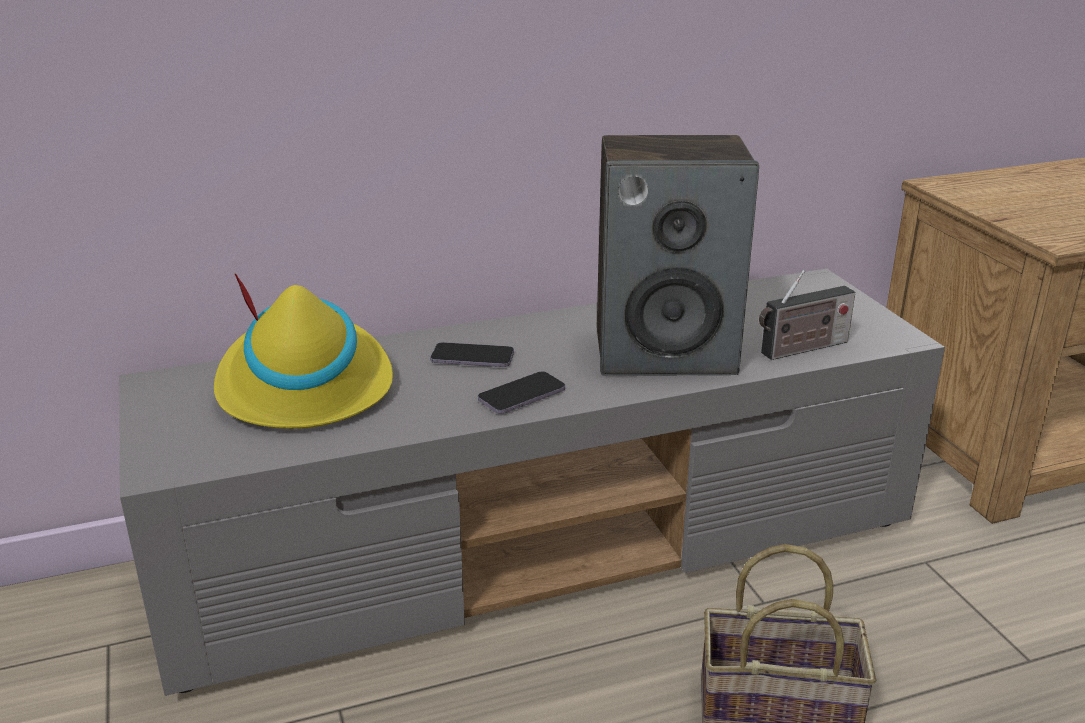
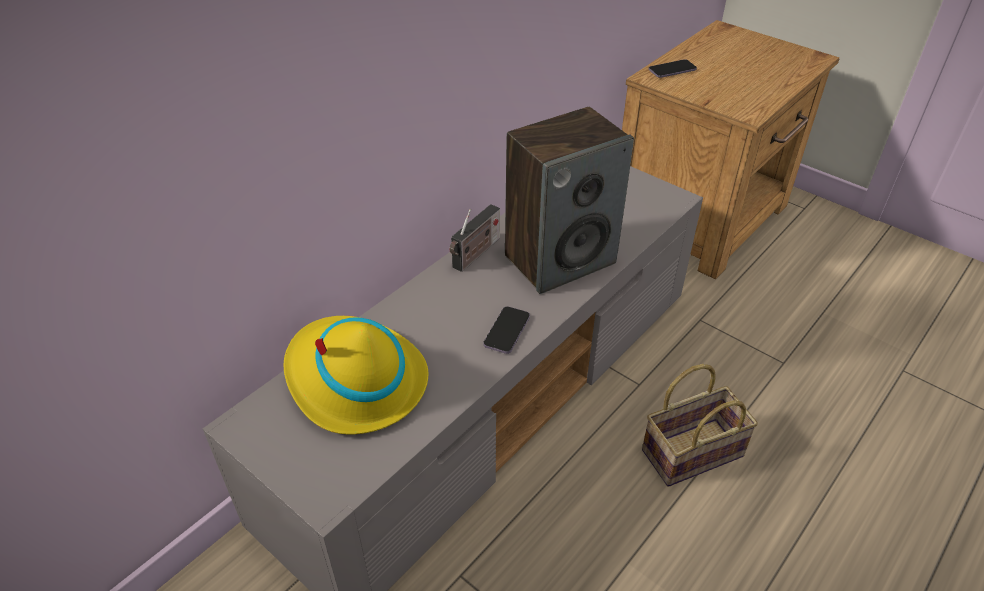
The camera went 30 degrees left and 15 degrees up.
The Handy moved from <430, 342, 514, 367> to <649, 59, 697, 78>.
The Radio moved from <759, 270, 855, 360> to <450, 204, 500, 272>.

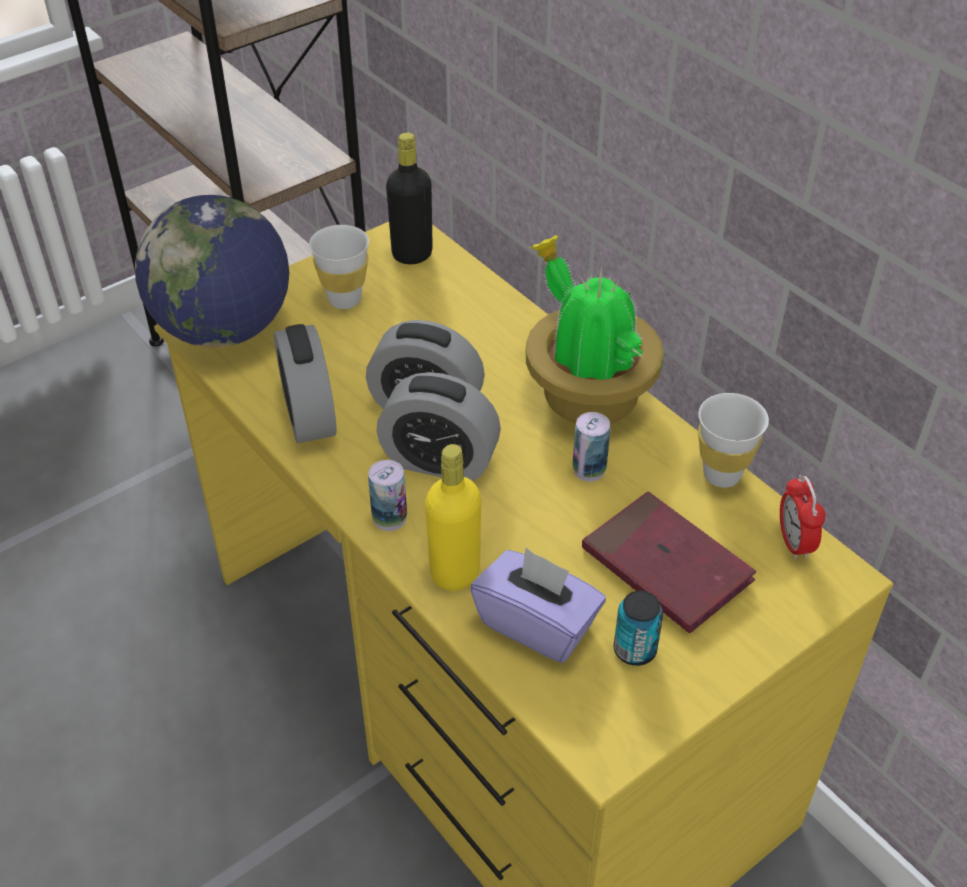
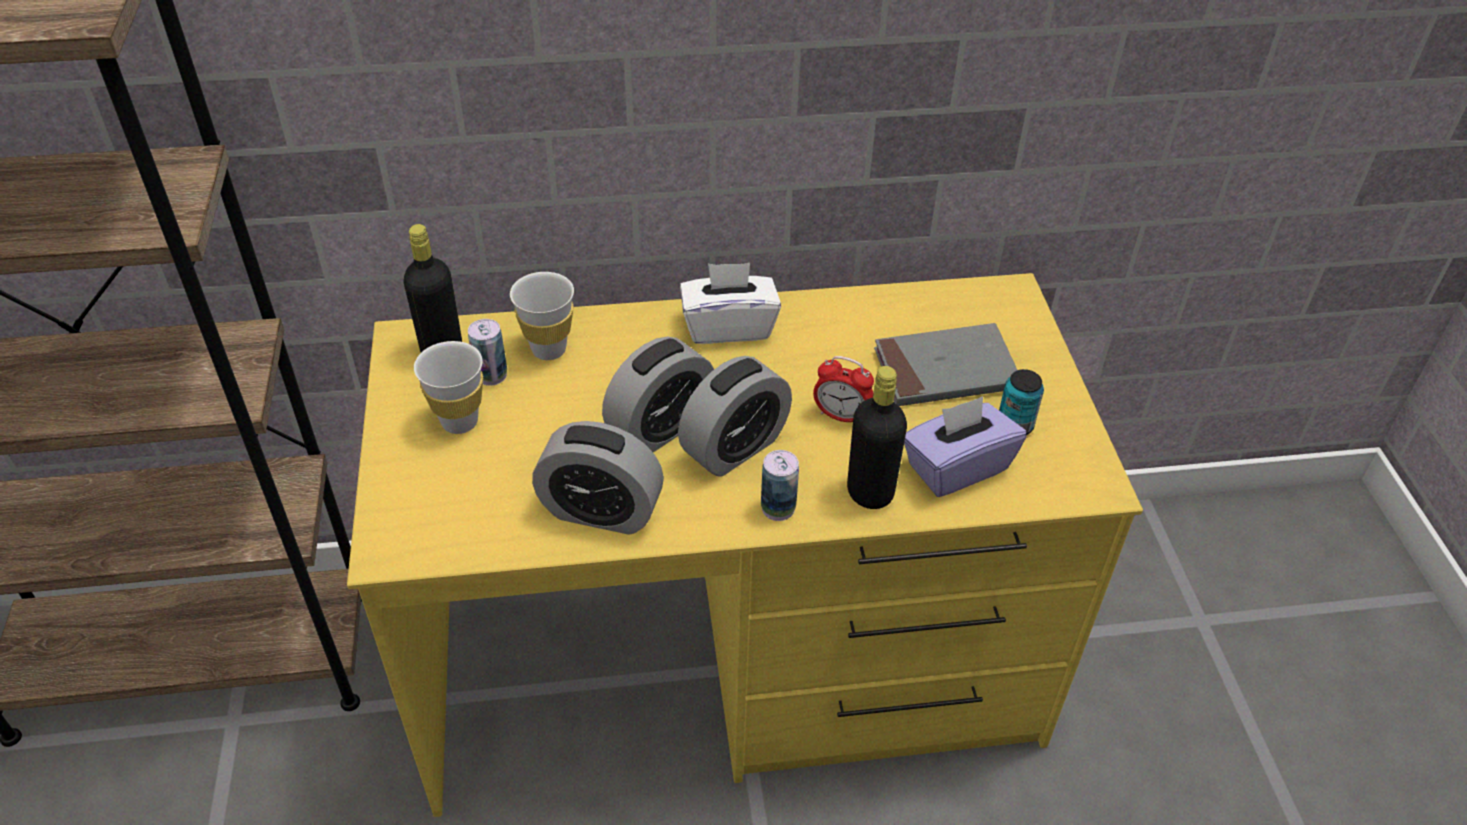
The camera went 60 degrees left and 0 degrees up.
The Globus at <135, 195, 289, 347> disappeared.
The Flasche/gelb at <425, 444, 481, 591> became the Flasche/schwarz at <847, 366, 907, 509>.
The Topfpflanze at <526, 235, 664, 424> was replaced by the Taschentuchbox/weiß at <680, 263, 781, 344>.
The Dose moved from <573, 412, 610, 482> to <468, 319, 507, 386>.
The Buch/rot at <582, 491, 756, 633> became the Buch/grau at <874, 323, 1017, 406>.
The Tasse/weiß moved from <698, 393, 769, 488> to <510, 272, 574, 360>.
The Wecker moved from <780, 475, 826, 560> to <813, 356, 874, 422>.

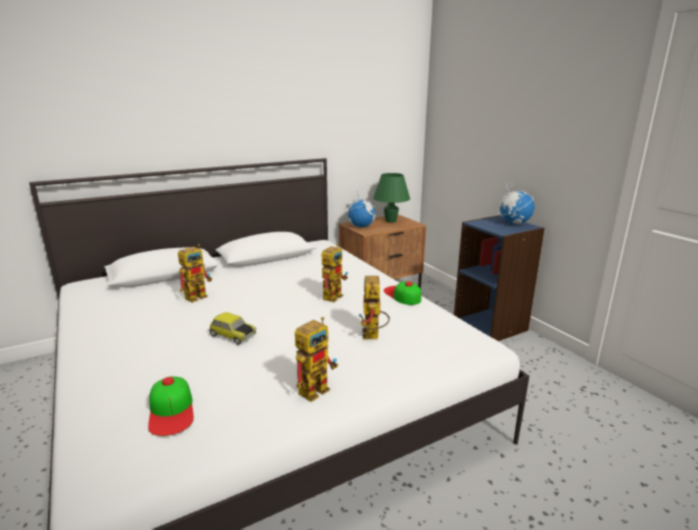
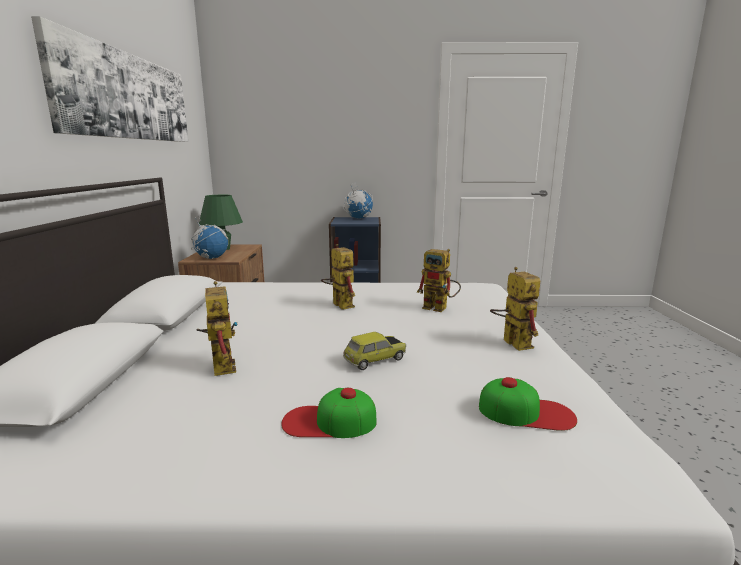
The camera went 60 degrees left and 5 degrees down.
The Kappe moved from <384, 281, 421, 305> to <281, 388, 377, 438>.
The Bild at <31, 16, 188, 142> appeared.

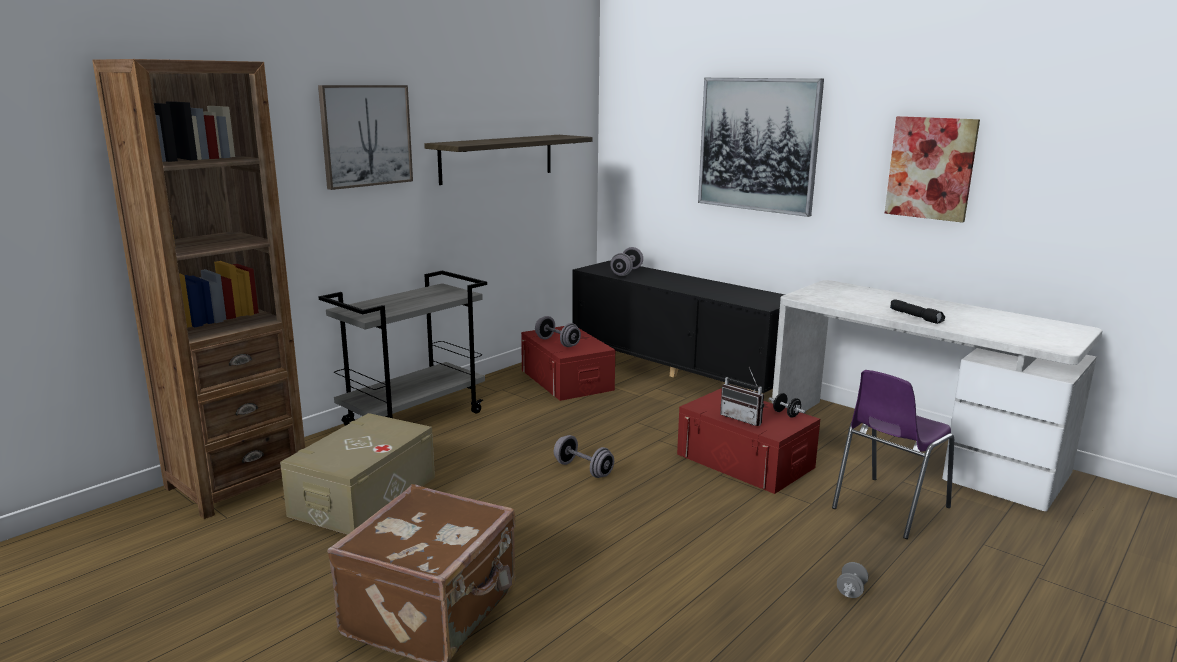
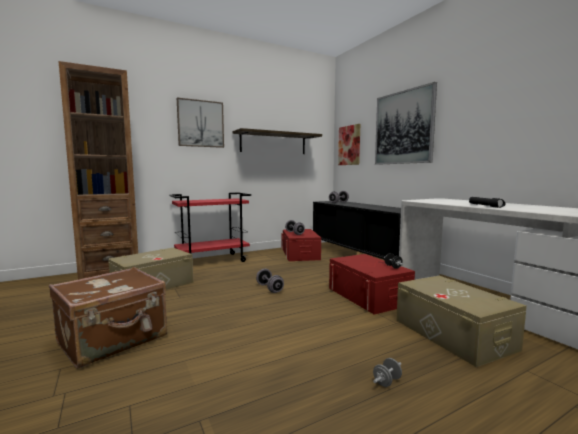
The camera went 20 degrees right and 10 degrees down.
The Rollwagen/grau at <319, 271, 487, 426> became the Rollwagen/rot at <169, 193, 251, 262>.
The Radio at <720, 368, 764, 426> disappeared.
The Stuhl/lila at <832, 370, 954, 539> was replaced by the Aufbewahrungsbox/beige at <396, 276, 527, 367>.
The Bild moved from <885, 116, 980, 223> to <338, 124, 360, 165>.

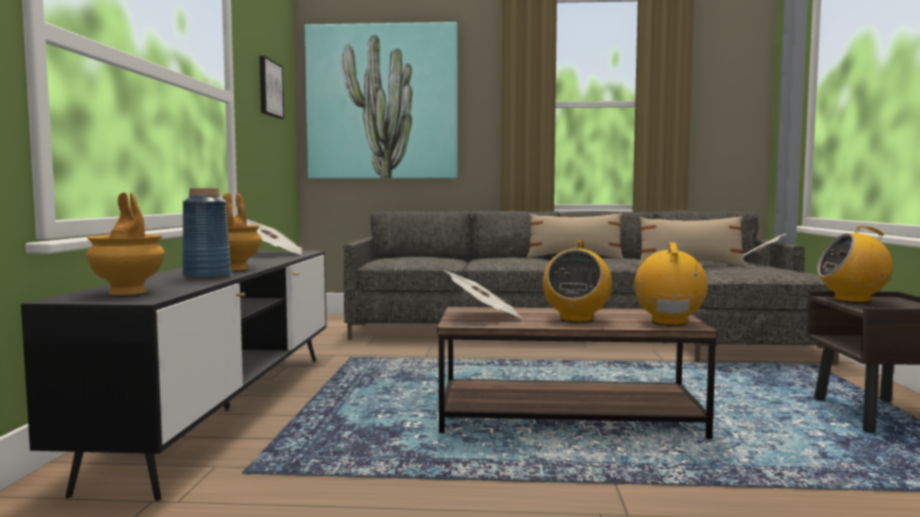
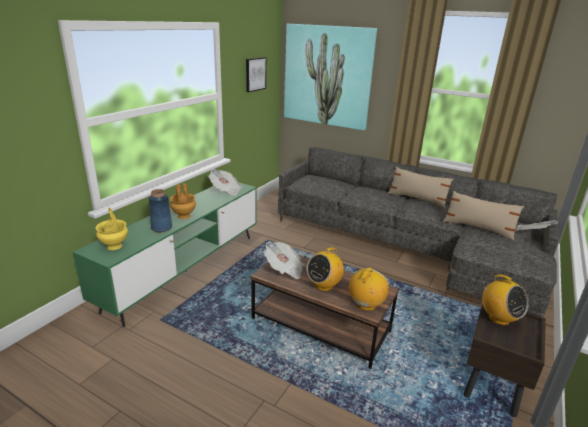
The camera went 25 degrees right and 20 degrees up.
The Fernsehschrank/schwarz at <21, 251, 327, 501> became the Fernsehschrank/grün at <73, 183, 257, 327>.
The Vase/braun at <86, 192, 165, 295> became the Vase/gelb at <95, 208, 128, 250>.
The Radio at <817, 226, 893, 303> turned 150 degrees counterclockwise.

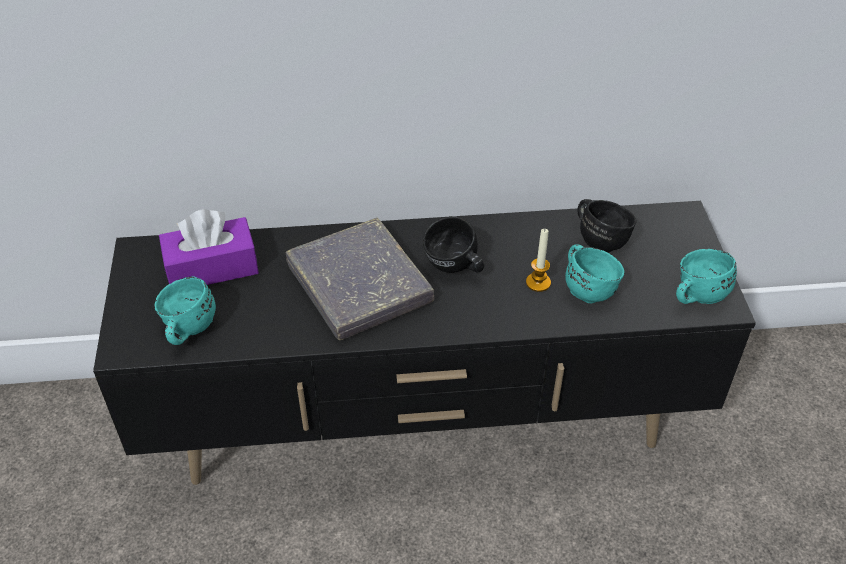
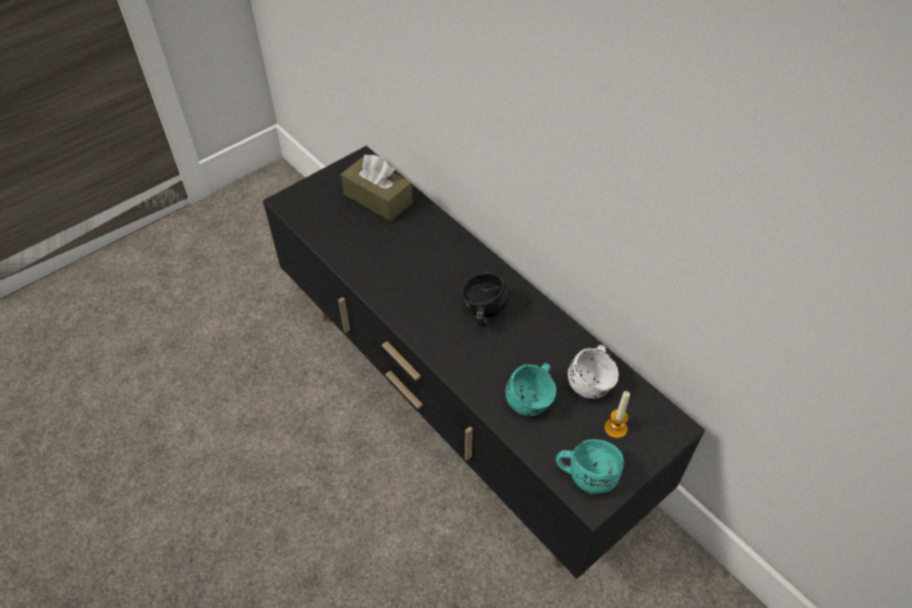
The camera went 55 degrees right and 5 degrees up.
The Henkelbecher/türkis at <155, 276, 216, 345> disappeared.
The Taschentuchbox/lila at <159, 209, 259, 285> became the Taschentuchbox/braun at <341, 155, 413, 221>.
The Buch/grau at <286, 217, 434, 340> disappeared.
The Kerze moved from <526, 229, 551, 292> to <604, 391, 630, 439>.
The Henkelbecher/schwarz at <578, 199, 636, 253> became the Henkelbecher/weiß at <568, 345, 619, 399>.

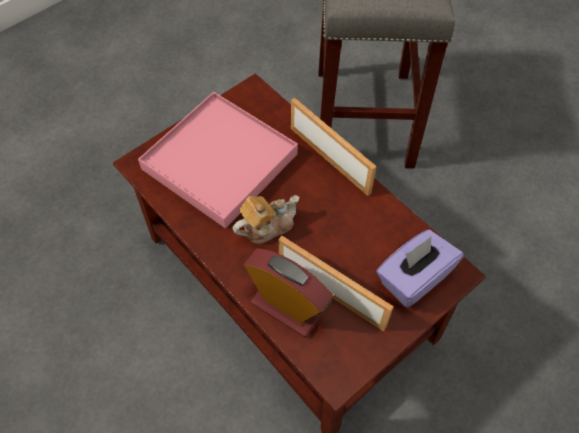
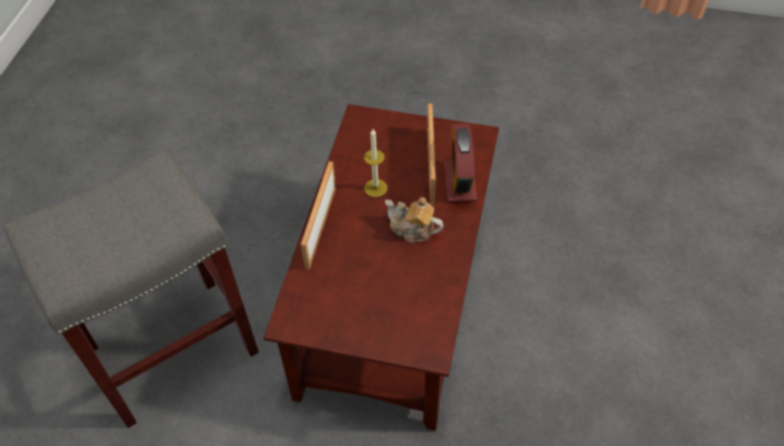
The camera went 125 degrees left and 5 degrees down.
The Tablett/rosa at <138, 92, 298, 229> disappeared.
The Taschentuchbox/lila at <376, 230, 464, 308> disappeared.
The Kerze at <364, 129, 387, 197> appeared.

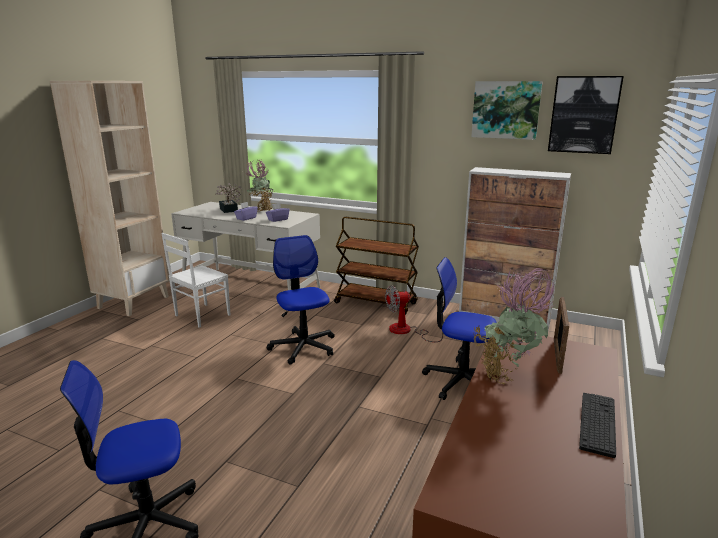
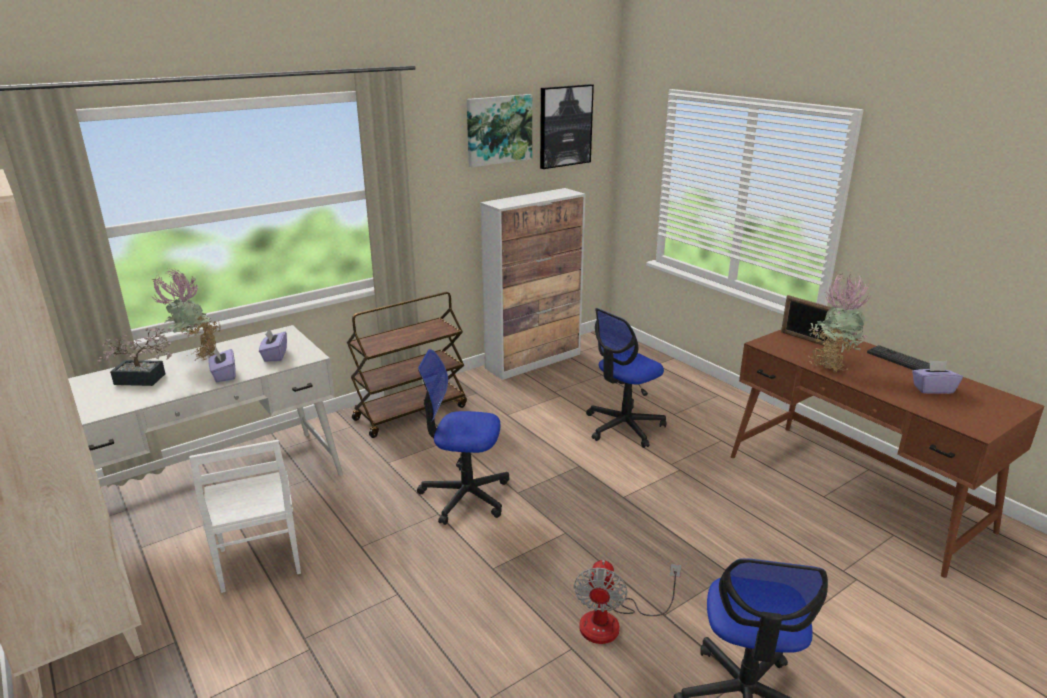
The camera went 60 degrees left and 5 degrees up.
The Ventilator moved from <385, 286, 443, 342> to <574, 560, 681, 644>.
The Taschentuchbox/lila at <912, 360, 963, 394> appeared.

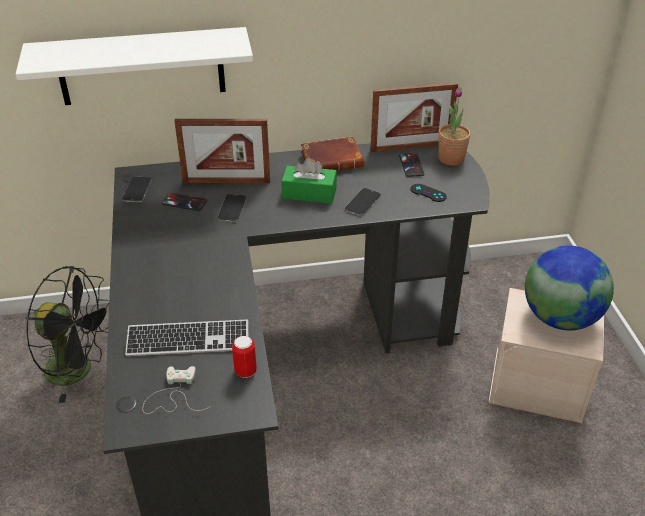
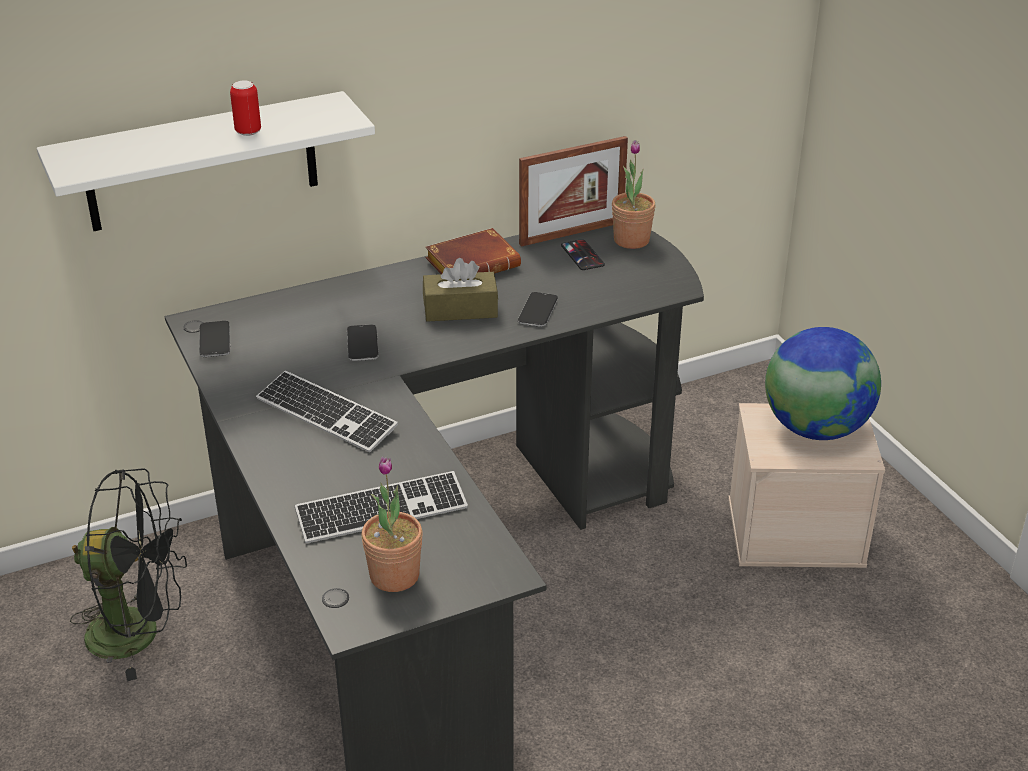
The camera went 15 degrees left and 5 degrees down.
The Gamepad/weiß at <143, 366, 210, 414> was replaced by the Topfpflanze at <361, 456, 423, 592>.
The Handy at <162, 193, 207, 211> disappeared.
The Bilderrahmen at <174, 119, 270, 183> disappeared.
The Dose moved from <232, 336, 257, 378> to <230, 81, 261, 136>.
The Taschentuchbox/grün at <281, 158, 337, 203> became the Taschentuchbox/braun at <423, 258, 498, 322>.
The Gamepad/schwarz at <410, 184, 447, 202> disappeared.
The Tastatur at <256, 371, 398, 452> appeared.

